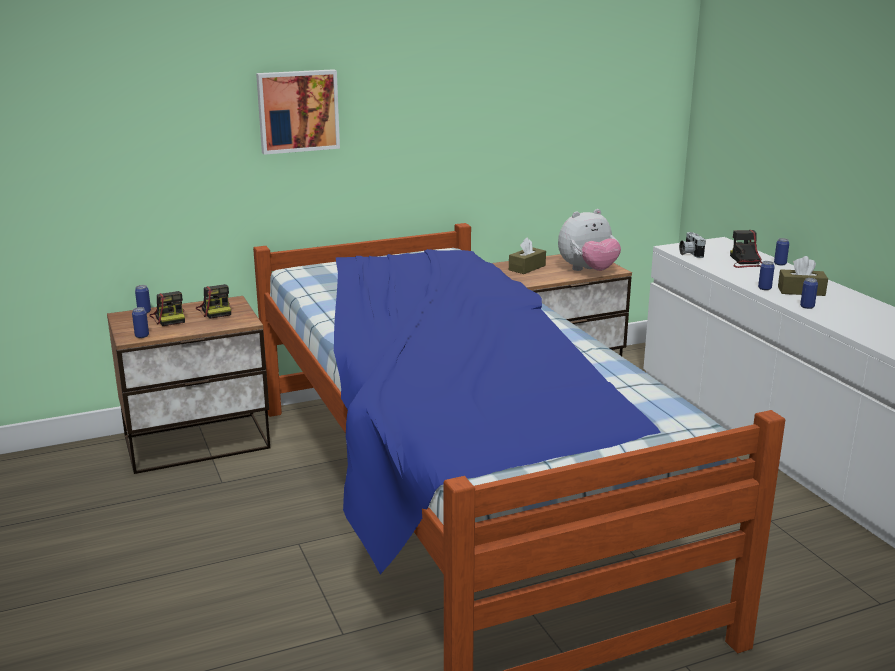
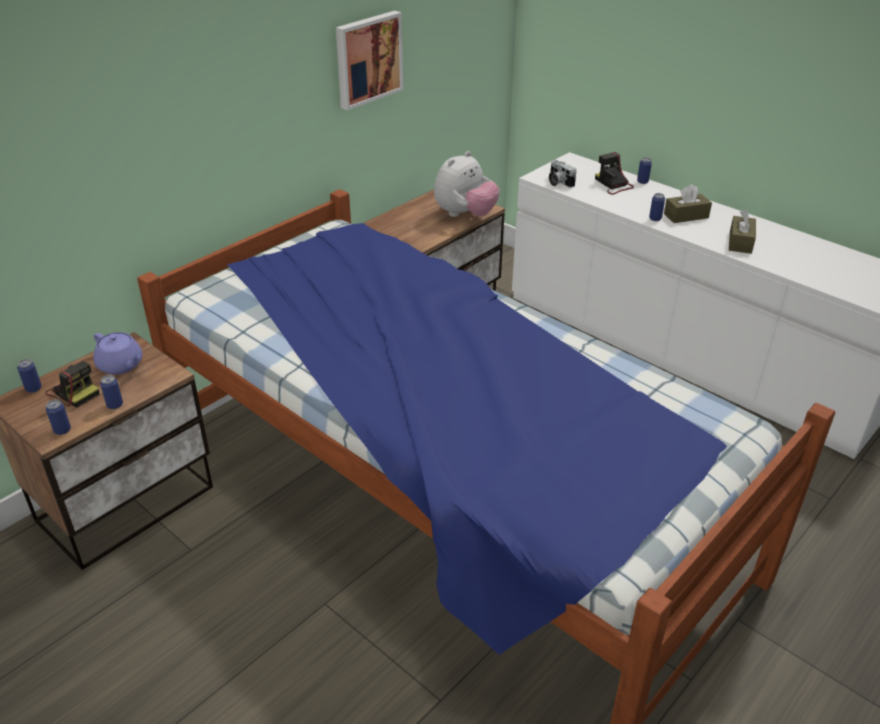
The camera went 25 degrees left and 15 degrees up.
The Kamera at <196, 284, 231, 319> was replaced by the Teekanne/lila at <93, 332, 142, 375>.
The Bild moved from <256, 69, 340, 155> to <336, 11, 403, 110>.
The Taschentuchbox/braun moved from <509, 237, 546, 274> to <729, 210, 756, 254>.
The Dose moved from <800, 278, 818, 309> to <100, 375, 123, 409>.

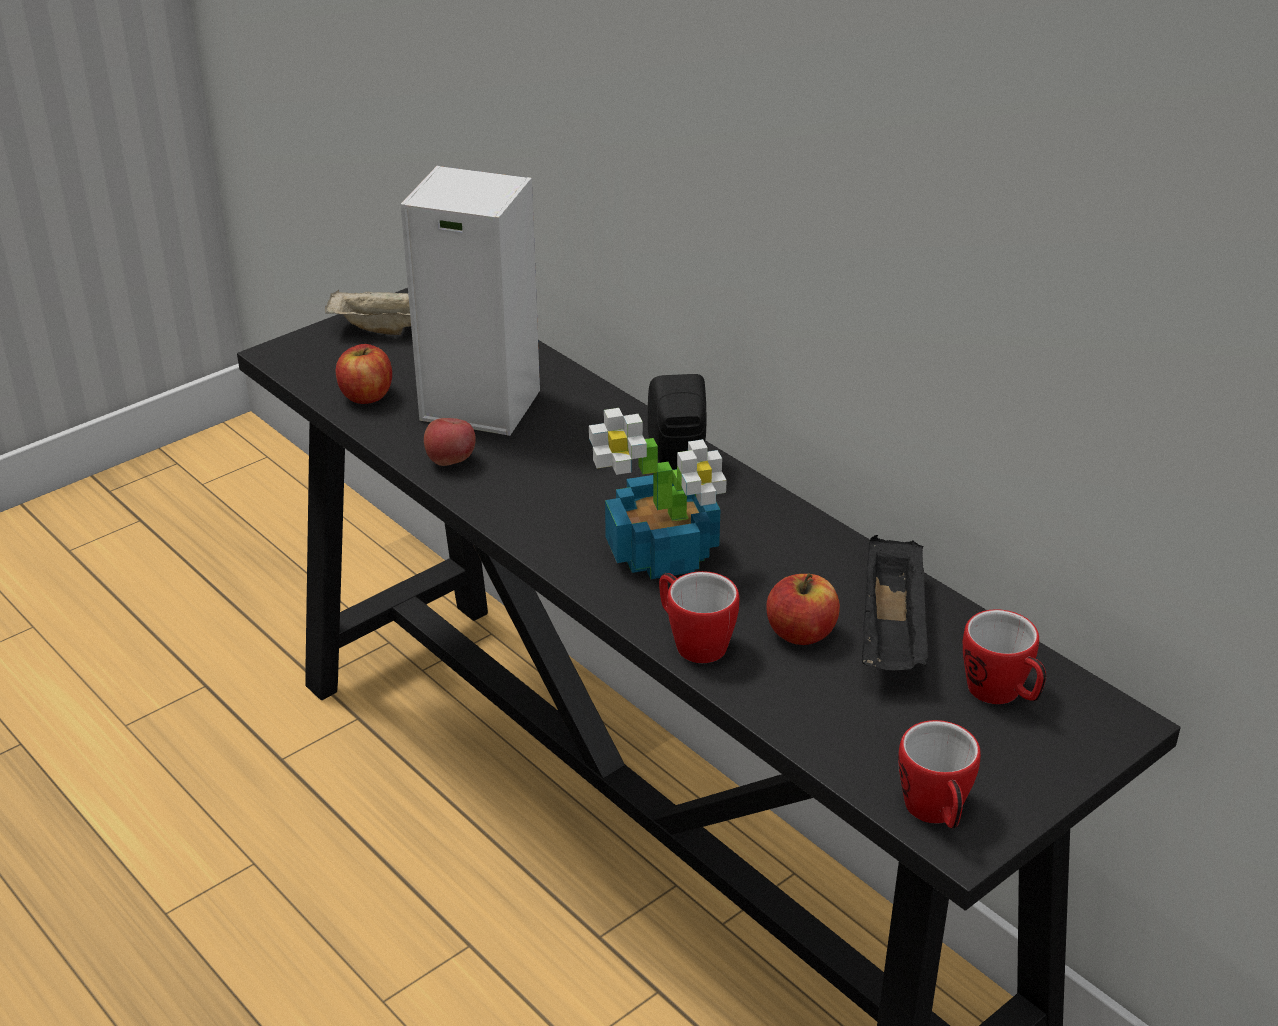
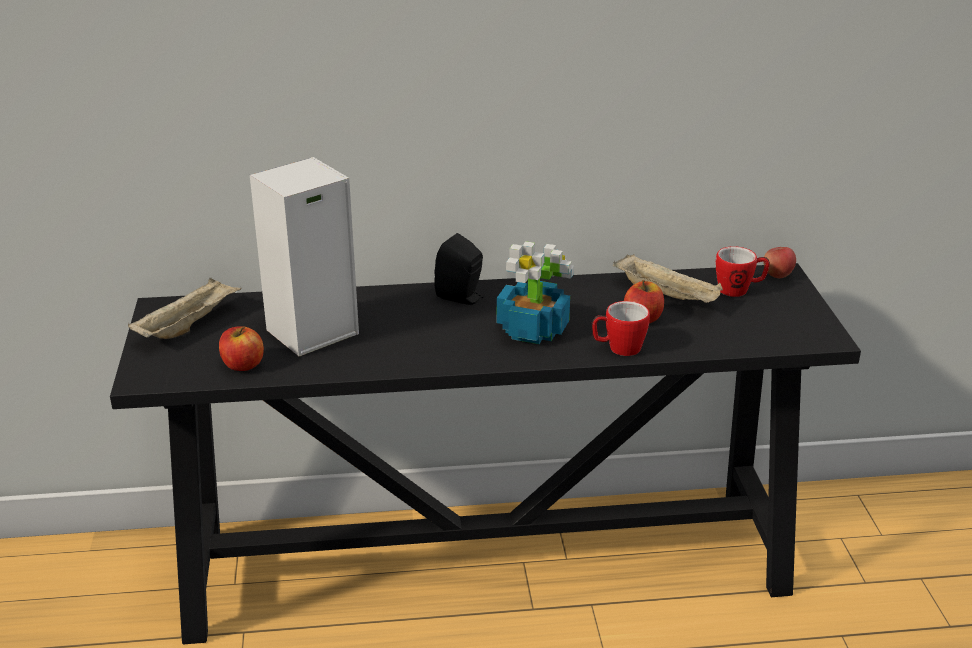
The camera went 55 degrees left and 5 degrees down.
The Apfel moved from <424, 418, 476, 466> to <763, 247, 796, 278>.
The Tablett/schwarz at <862, 535, 930, 670> became the Tablett/beige at <613, 254, 723, 303>.
The Henkelbecher at <898, 720, 981, 829> disappeared.

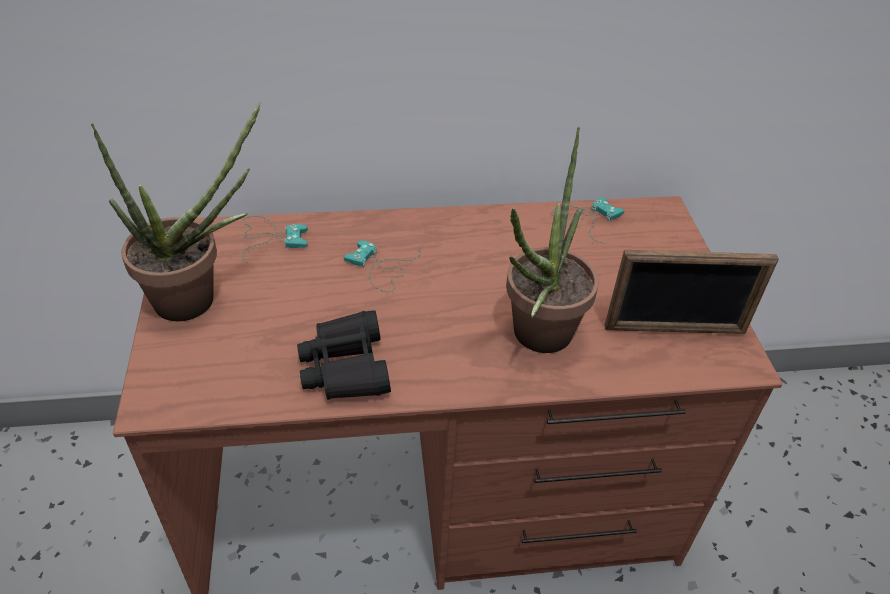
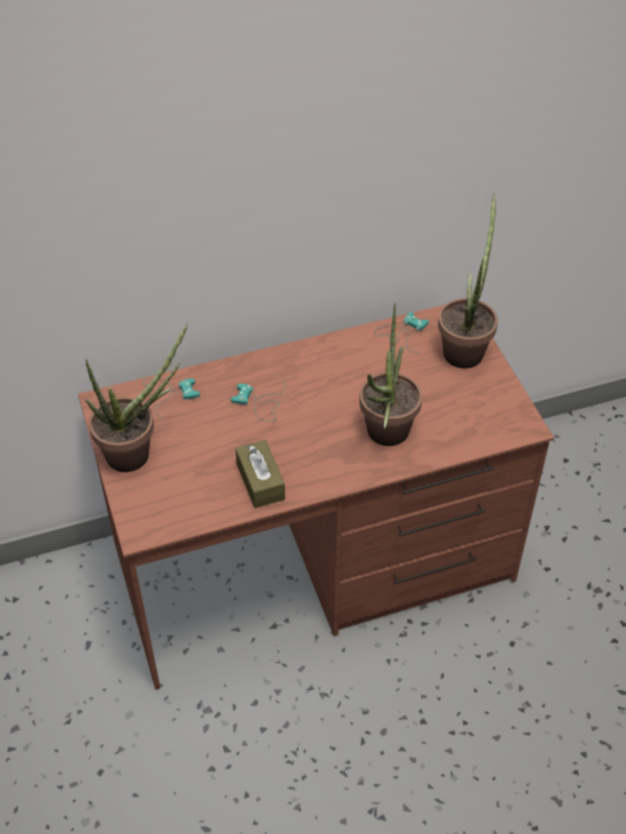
The camera went 10 degrees left and 5 degrees up.
The Fernglas/schwarz at <297, 310, 391, 400> was replaced by the Taschentuchbox/braun at <235, 440, 285, 508>.
The Bilderrahmen at <604, 250, 779, 334> disappeared.
The Topfpflanze at <438, 193, 498, 368> appeared.

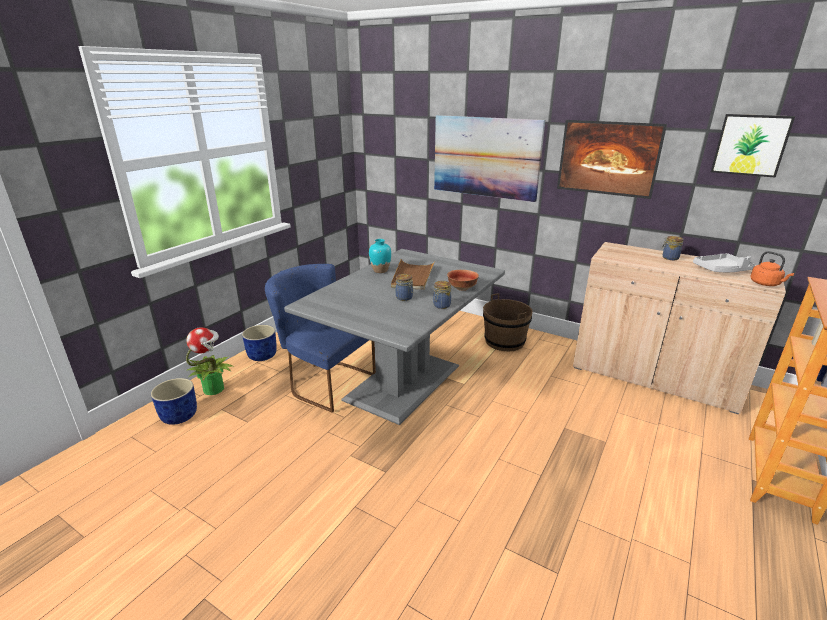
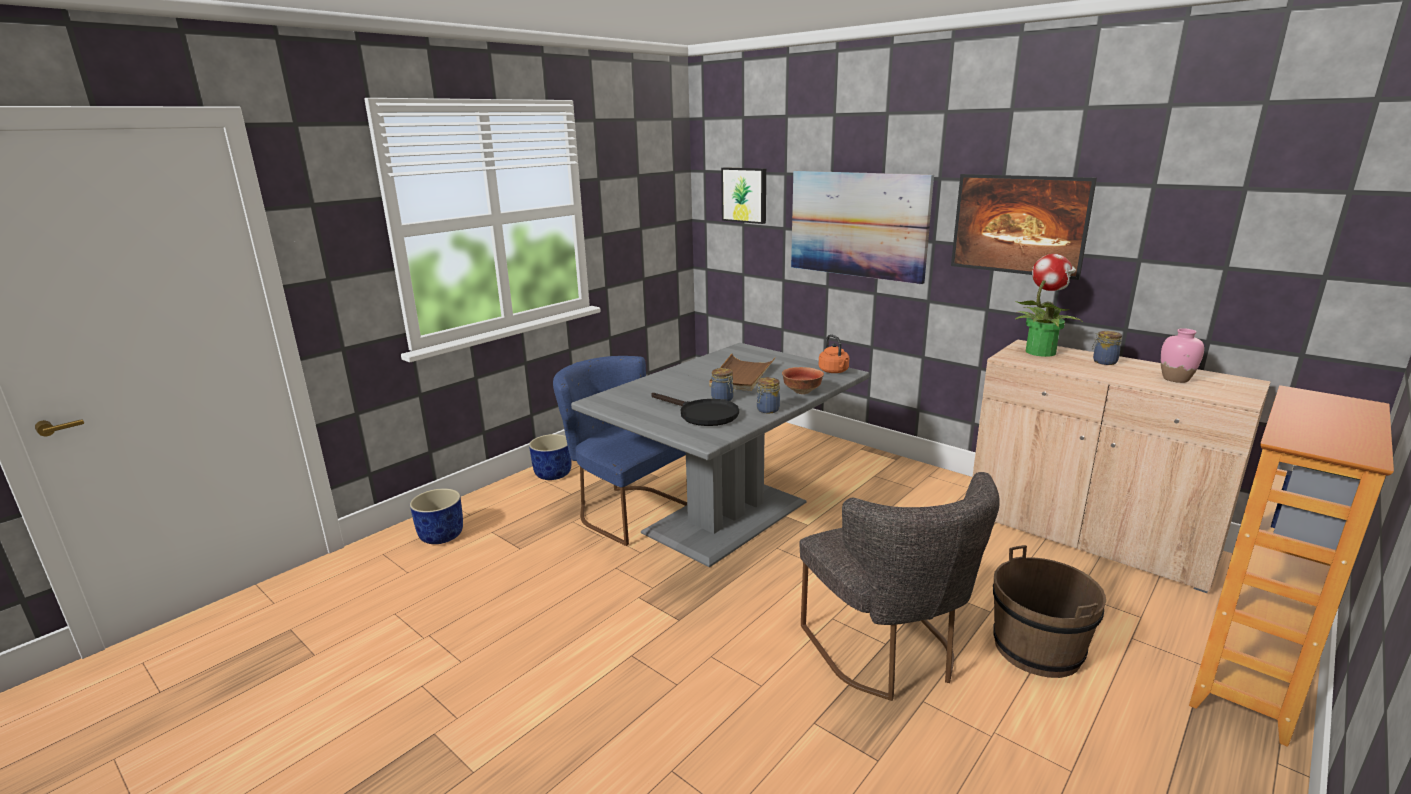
The camera went 10 degrees right and 5 degrees down.
The Topfpflanze moved from <186, 327, 234, 395> to <1016, 254, 1083, 357>.
The Vase/türkis at <369, 239, 391, 273> disappeared.
The Eimer/braun moved from <483, 293, 533, 351> to <993, 545, 1106, 678>.
The Tablett/grau at <693, 253, 755, 272> was replaced by the Vase/rosa at <1161, 328, 1204, 383>.
The Bild moved from <711, 114, 795, 178> to <721, 167, 766, 224>.
The Wasserkessel/orange moved from <750, 251, 794, 286> to <819, 334, 849, 373>.
The Pfanne/schwarz at <652, 393, 739, 426> appeared.
The Stuhl/grau at <799, 472, 1000, 701> appeared.

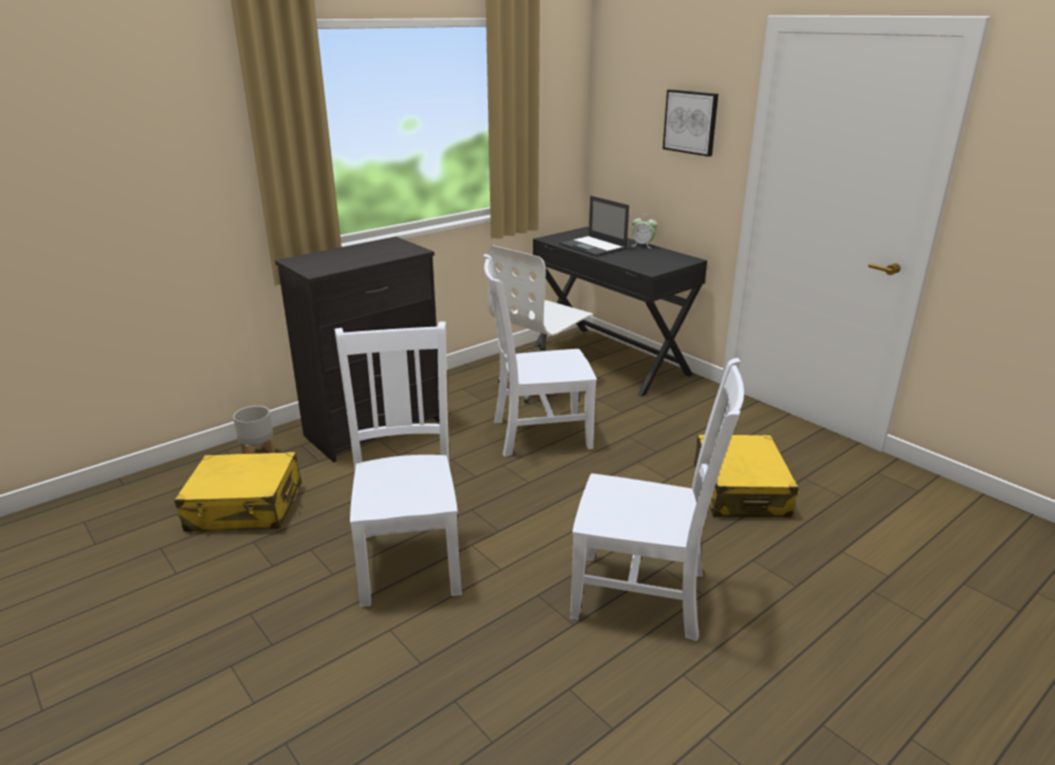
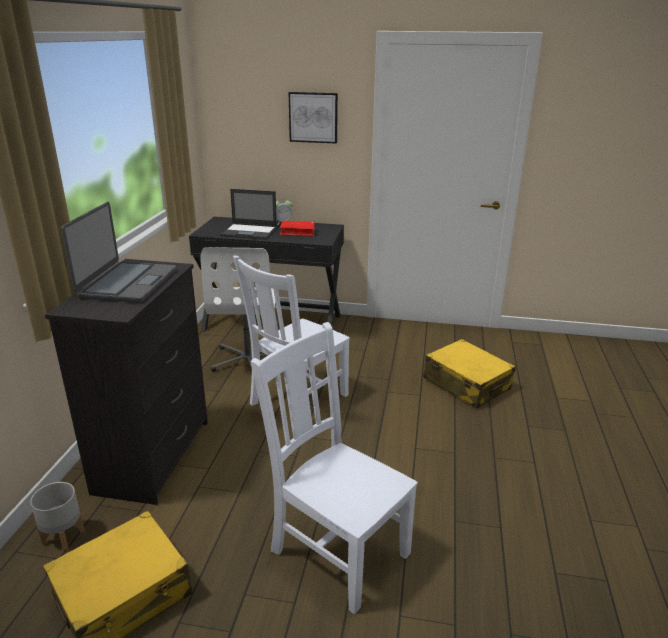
The camera went 40 degrees left and 0 degrees up.
The Stuhl/weiß at <570, 358, 744, 641> disappeared.
The Laptop at <61, 202, 177, 303> appeared.
The Buch/rot at <280, 221, 315, 237> appeared.

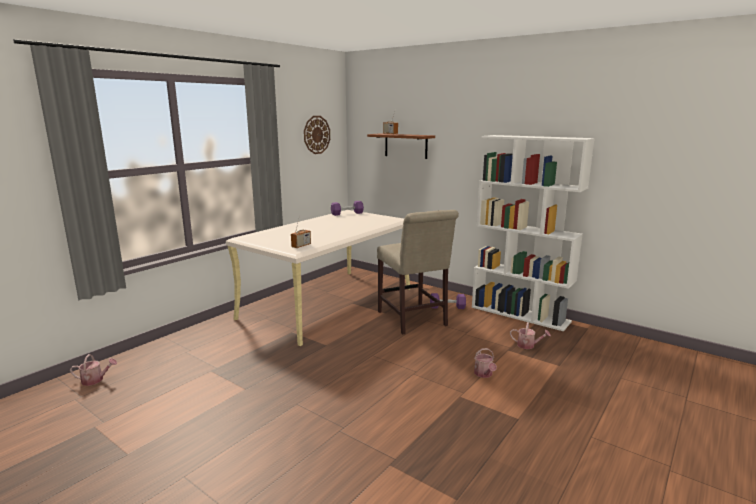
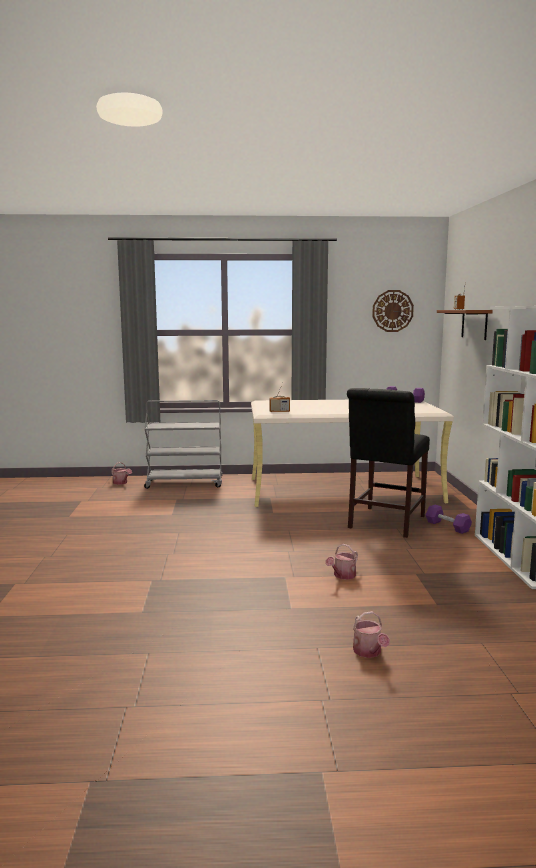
The camera went 50 degrees right and 5 degrees down.
The Stuhl/beige at <377, 210, 459, 334> became the Stuhl/schwarz at <347, 388, 430, 538>.
The Gießkanne moved from <510, 322, 551, 349> to <353, 611, 390, 658>.
The Rollwagen/grau at <144, 400, 223, 489> appeared.

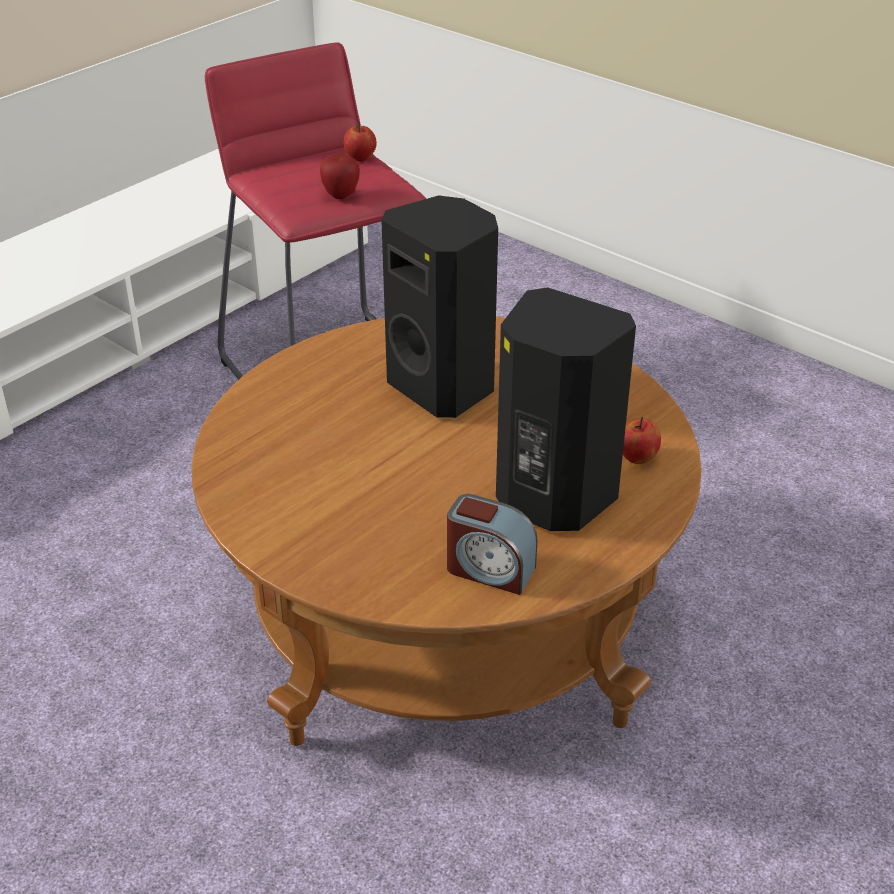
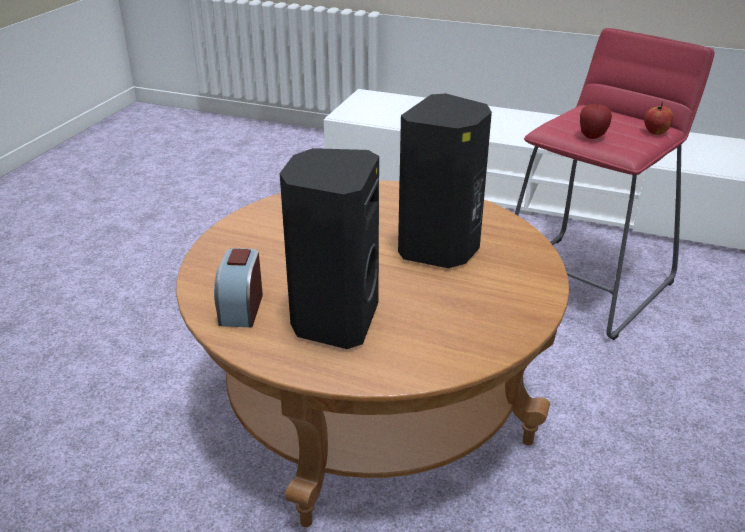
The camera went 70 degrees right and 5 degrees down.
The Apfel at <623, 417, 661, 464> disappeared.

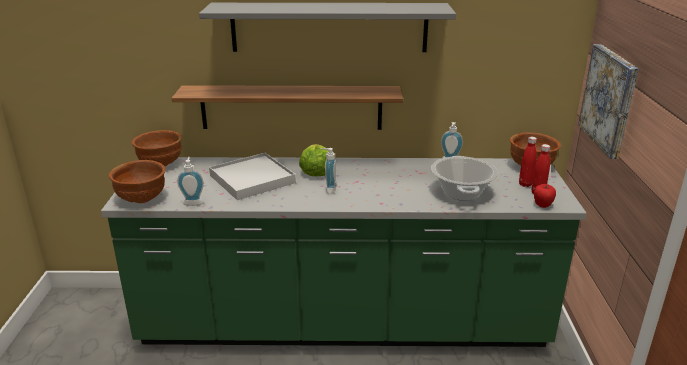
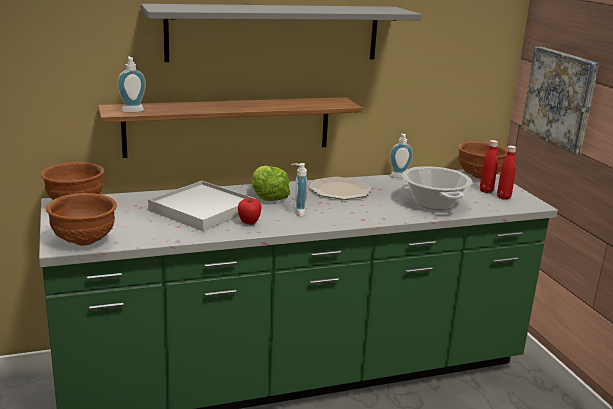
The camera went 20 degrees left and 5 degrees down.
The Seifenspender moved from <177, 157, 204, 206> to <117, 56, 146, 113>.
The Apfel moved from <534, 184, 556, 208> to <238, 198, 262, 225>.
The Teller at <309, 177, 372, 200> appeared.

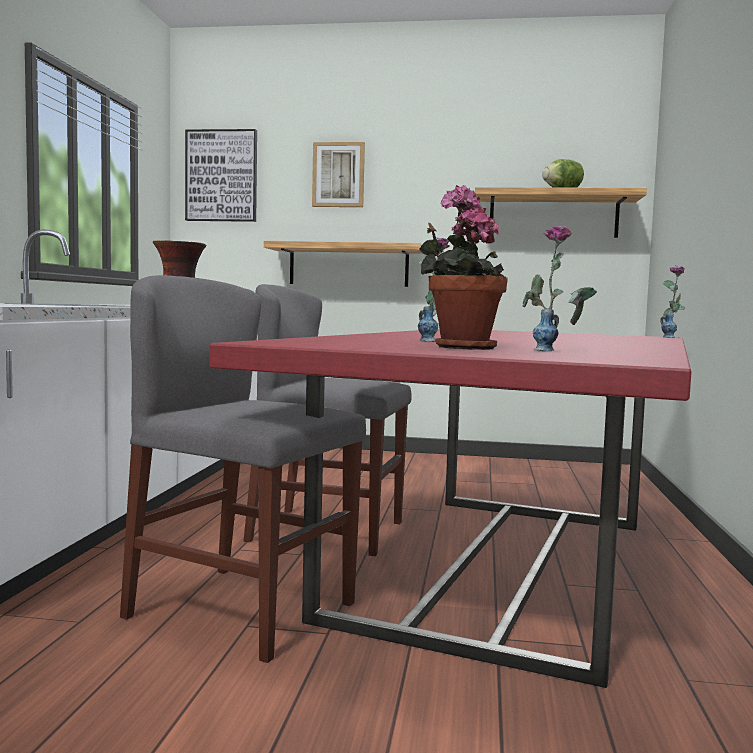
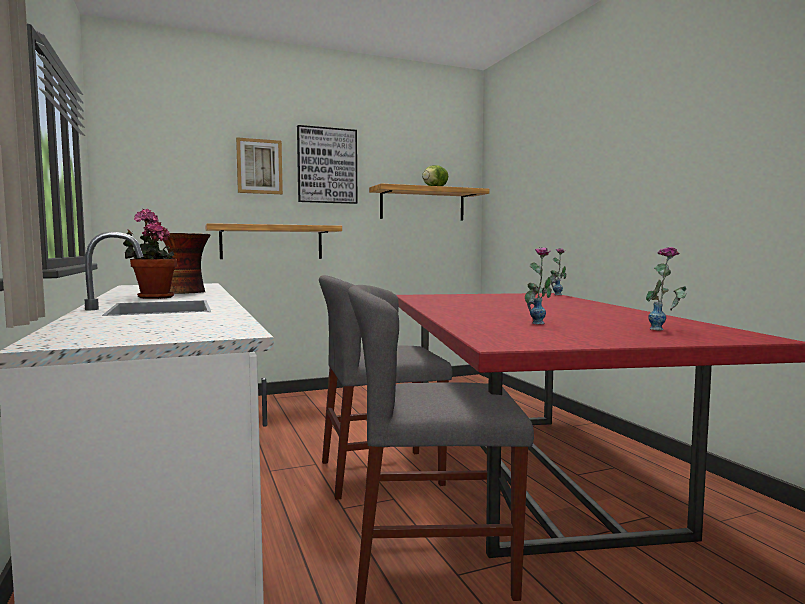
The camera went 30 degrees left and 0 degrees up.
The Bild moved from <185, 129, 257, 222> to <297, 125, 358, 204>.
The Topfpflanze moved from <419, 185, 508, 350> to <123, 209, 177, 299>.

